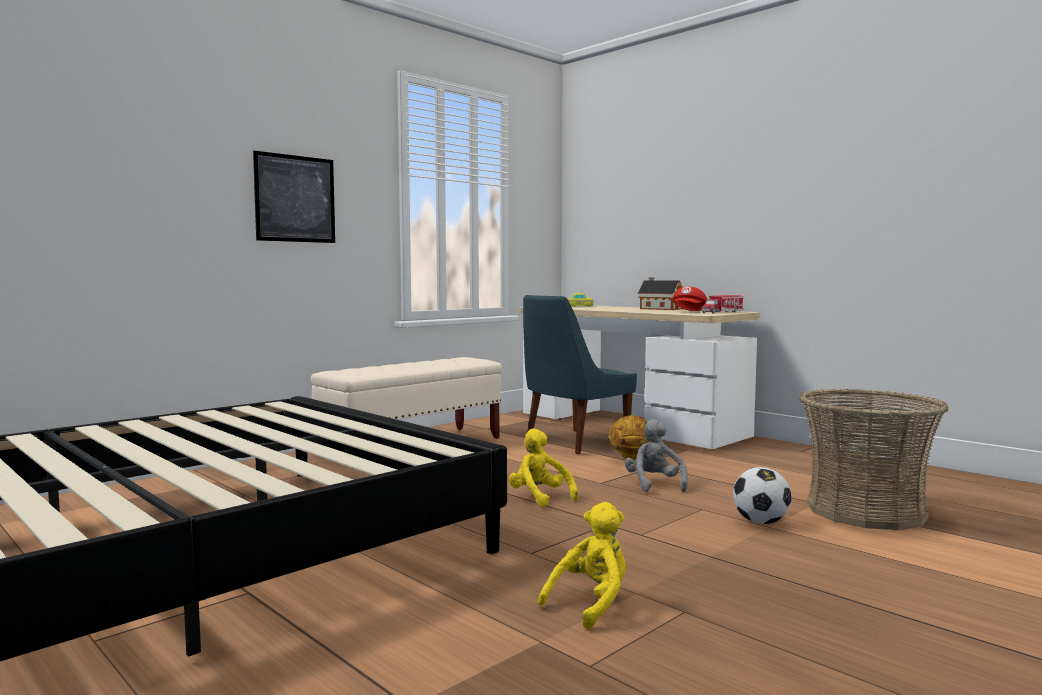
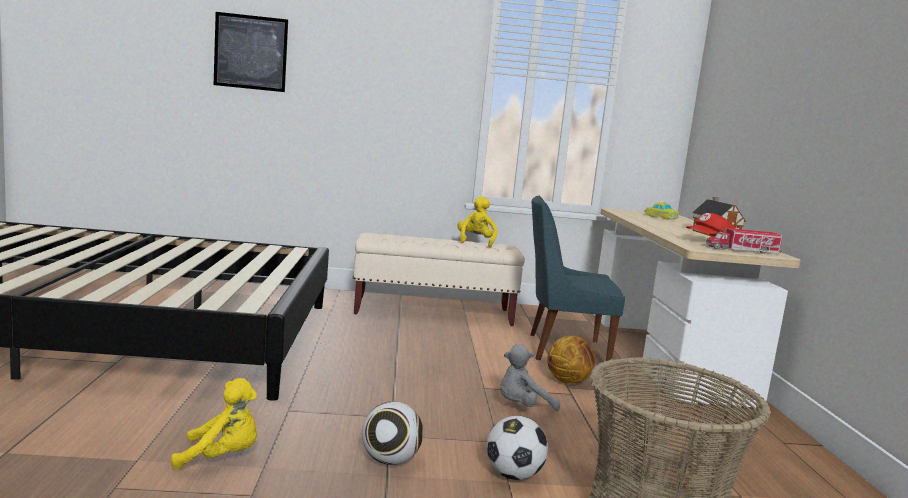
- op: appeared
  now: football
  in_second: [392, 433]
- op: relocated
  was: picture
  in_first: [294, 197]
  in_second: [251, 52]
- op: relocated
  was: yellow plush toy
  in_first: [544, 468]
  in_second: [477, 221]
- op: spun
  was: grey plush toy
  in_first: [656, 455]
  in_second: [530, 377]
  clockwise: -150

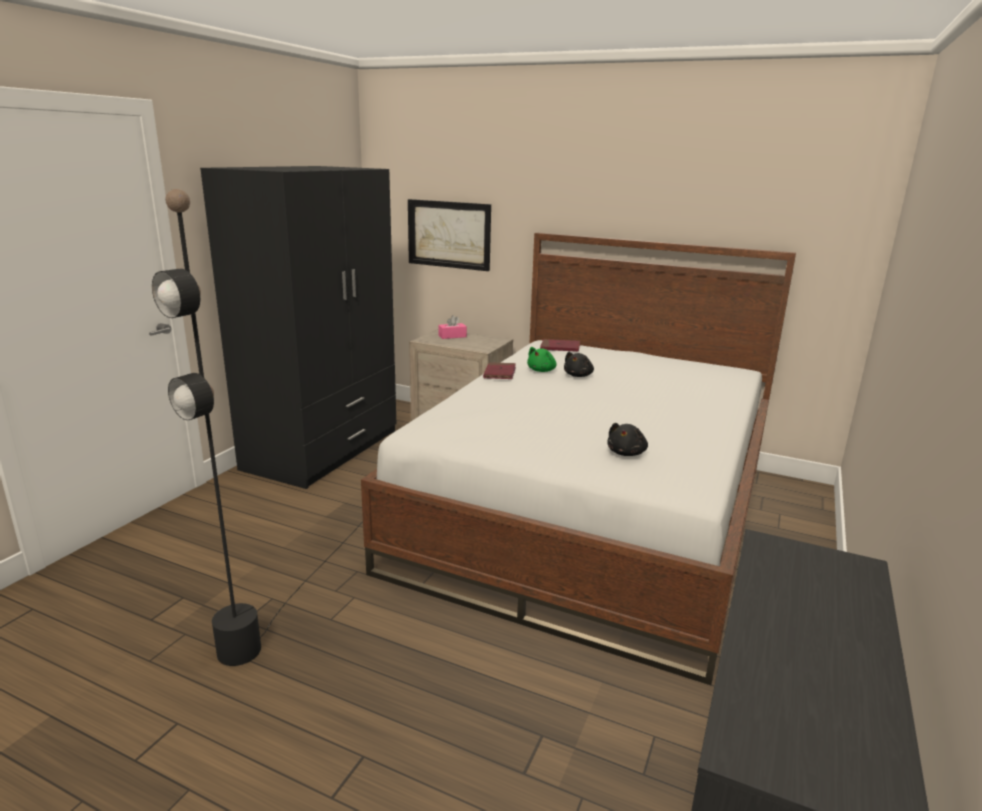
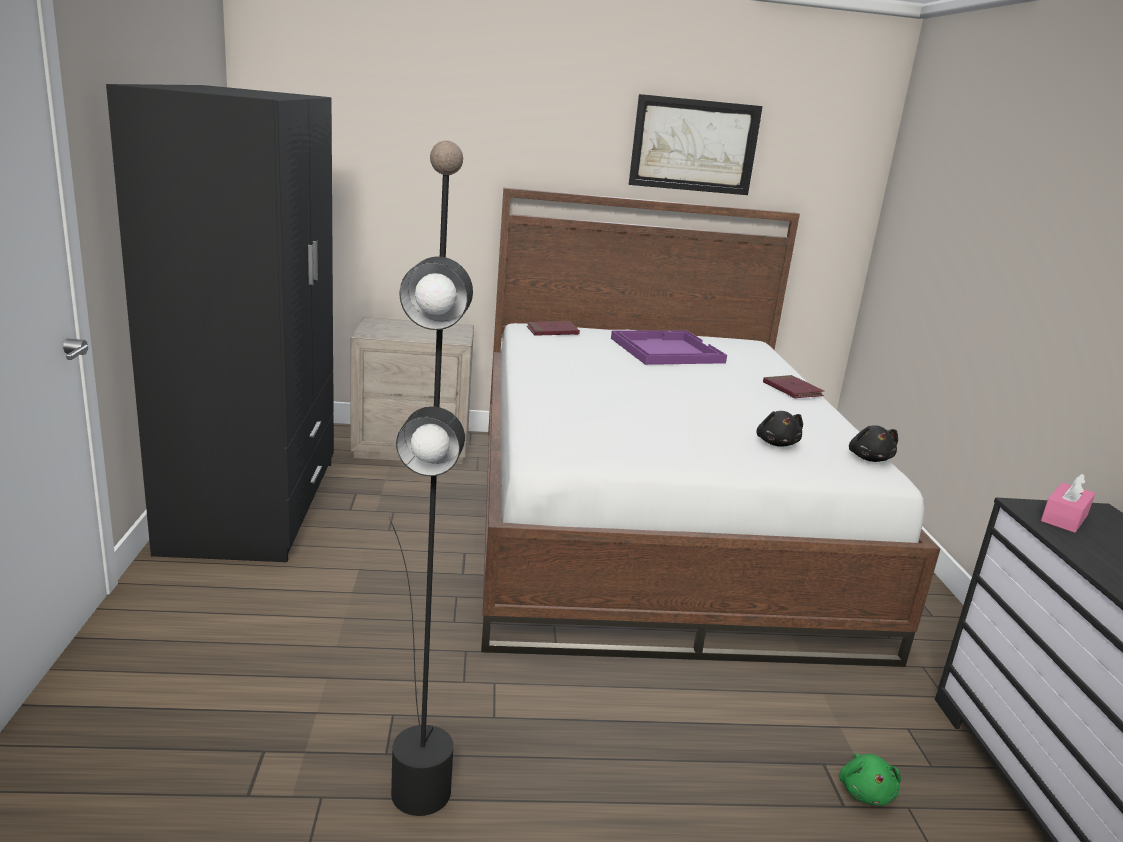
- op: appeared
  now: purple tray
  in_second: [669, 347]
- op: relocated
  was: picture
  in_first: [449, 235]
  in_second: [696, 144]
- op: relocated
  was: pink tissue box
  in_first: [452, 327]
  in_second: [1068, 503]
- op: relocated
  was: red book
  in_first: [499, 370]
  in_second: [793, 386]
- op: relocated
  was: green plush toy
  in_first: [542, 359]
  in_second: [870, 779]
- op: relocated
  was: black plush toy
  in_first: [579, 364]
  in_second: [873, 443]

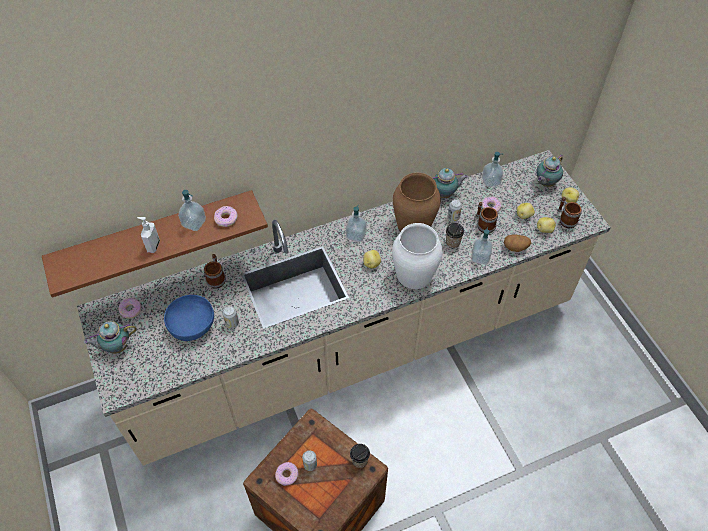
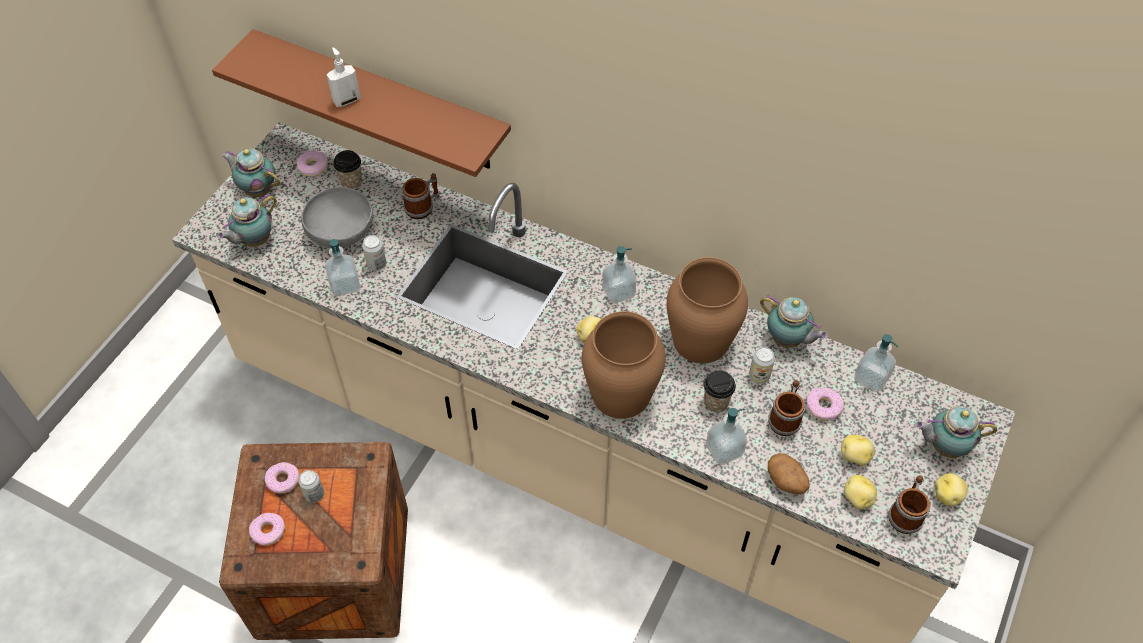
- op: appeared
  now: teapot
  in_second: [247, 220]
- op: relocated
  was: soap dispenser
  in_first: [192, 210]
  in_second: [342, 267]
- op: relocated
  was: donut
  in_first: [226, 216]
  in_second: [267, 529]
- op: relocated
  was: cup
  in_first: [360, 456]
  in_second: [347, 169]
- op: colour
  was: blue bowl
  now: grey bowl
  in_first: [189, 318]
  in_second: [337, 217]
- op: colour
  was: white vase
  now: brown vase
  in_first: [417, 256]
  in_second: [624, 365]

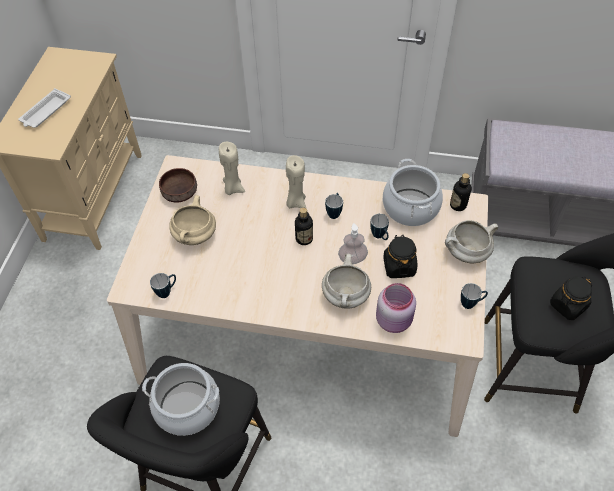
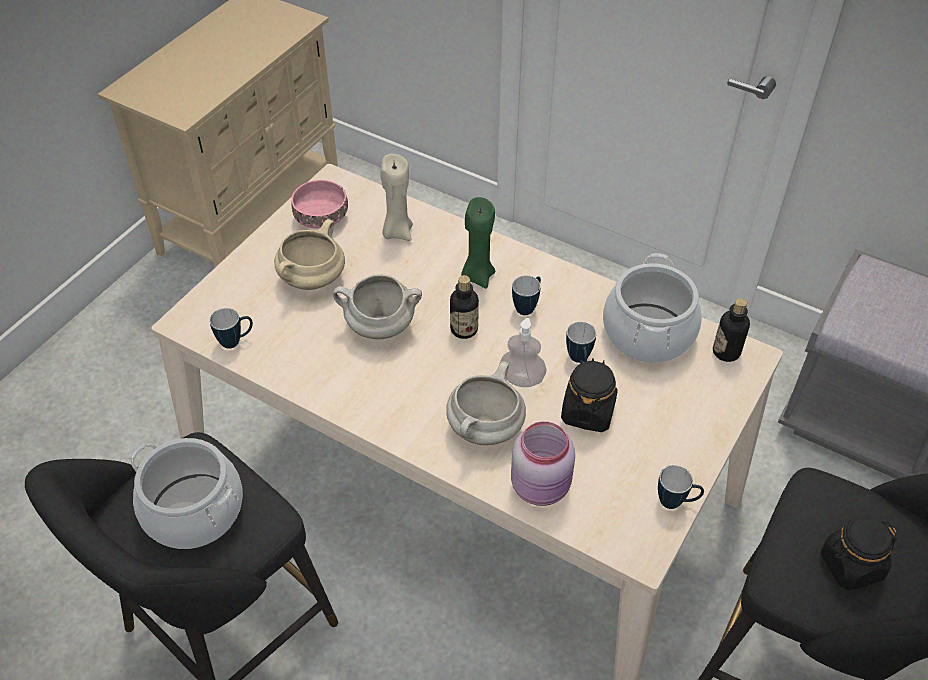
- op: missing
  was: white tray
  in_first: [44, 108]
- op: relocated
  was: white cooking pot
  in_first: [472, 241]
  in_second: [377, 306]
- op: colour
  was: brown bowl
  now: pink bowl
  in_first: [178, 185]
  in_second: [319, 204]
- op: colour
  was: beige candle
  now: green candle
  in_first: [296, 181]
  in_second: [478, 243]

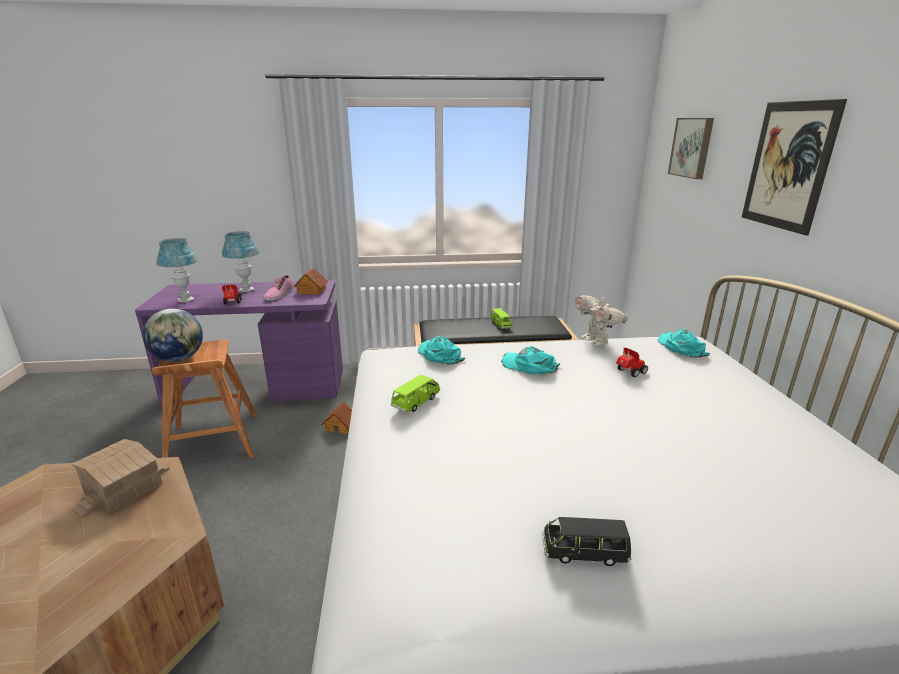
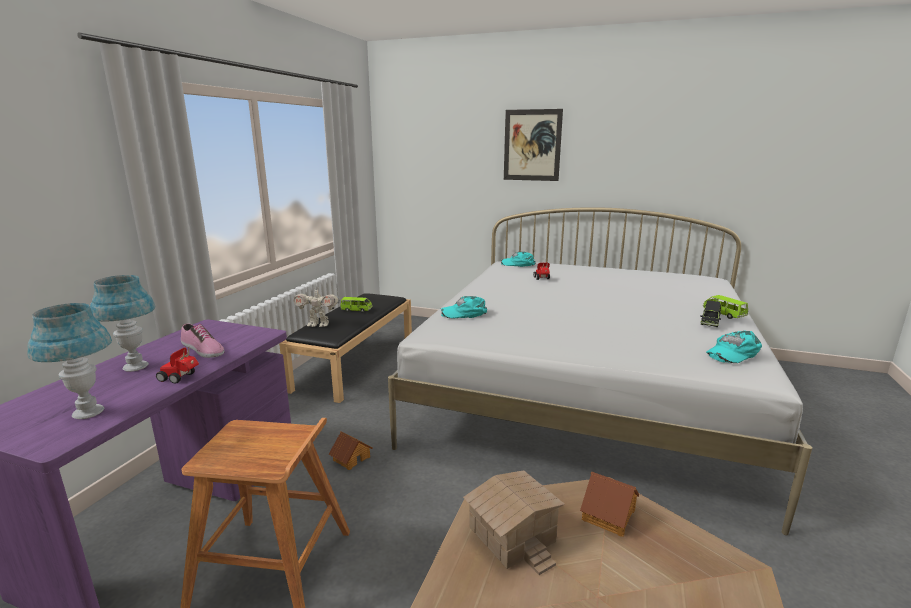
- op: missing
  was: globe
  in_first: [173, 335]
- op: missing
  was: picture
  in_first: [691, 148]
- op: relocated
  was: toy house
  in_first: [310, 281]
  in_second: [609, 504]
- op: relocated
  was: green toy car
  in_first: [415, 394]
  in_second: [725, 307]
- op: relocated
  was: turquoise cap
  in_first: [530, 360]
  in_second: [734, 346]
- op: relocated
  was: toy robot
  in_first: [601, 319]
  in_second: [317, 306]

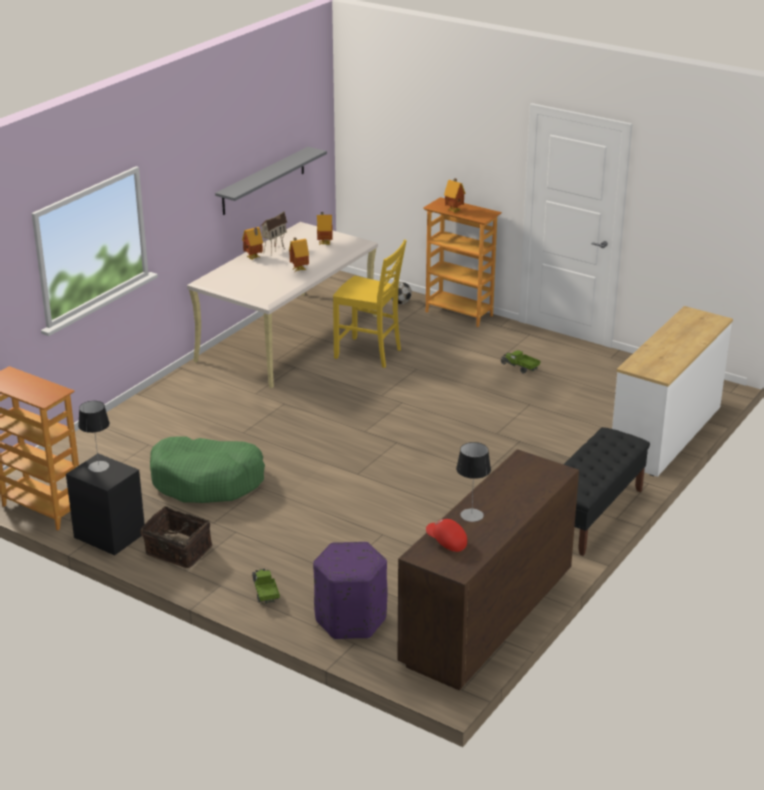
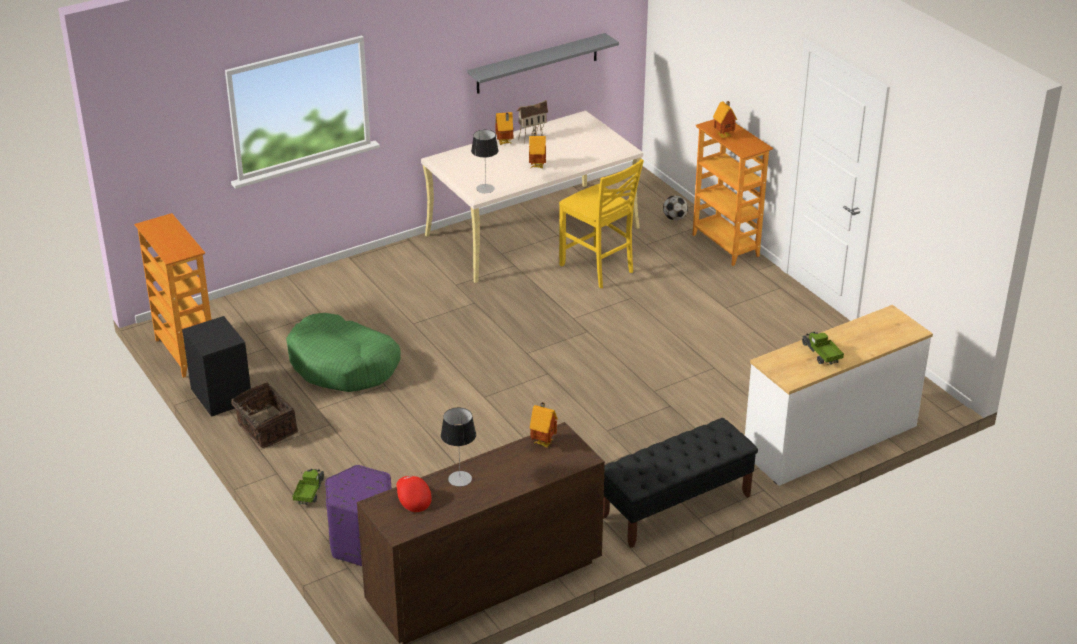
- op: relocated
  was: table lamp
  in_first: [94, 436]
  in_second: [484, 161]
- op: relocated
  was: toy house
  in_first: [325, 228]
  in_second: [544, 425]
- op: relocated
  was: toy truck
  in_first: [520, 361]
  in_second: [823, 348]

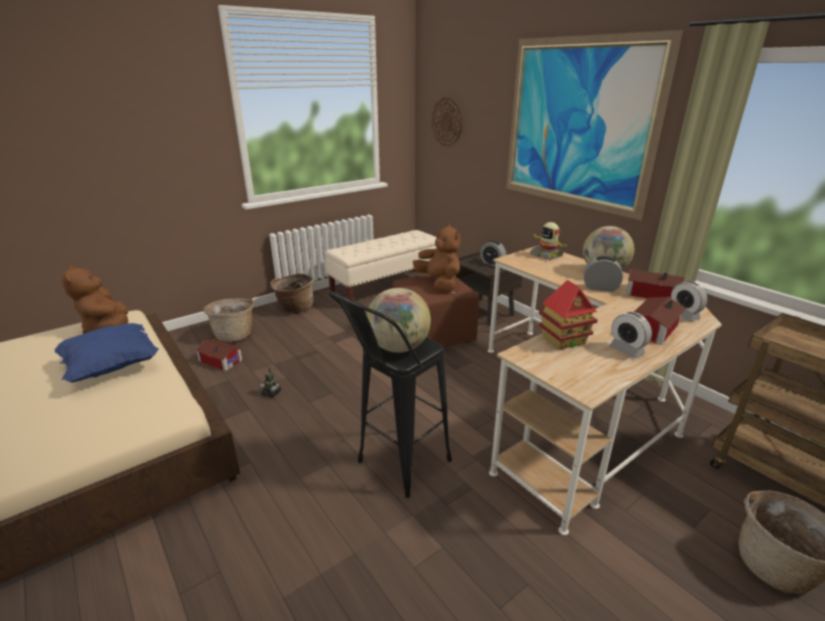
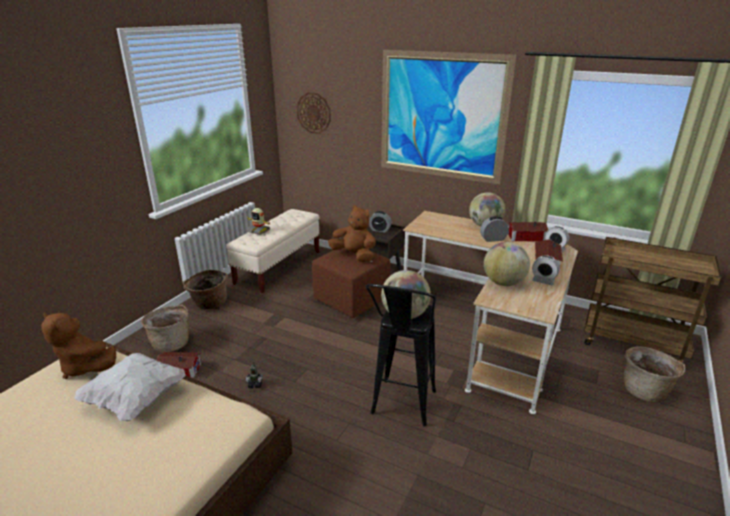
- op: relocated
  was: toy robot
  in_first: [548, 241]
  in_second: [258, 221]
- op: exchanged
  was: toy house
  now: globe
  in_first: [568, 315]
  in_second: [507, 264]
- op: colour
  was: blue pillow
  now: white pillow
  in_first: [107, 352]
  in_second: [130, 387]

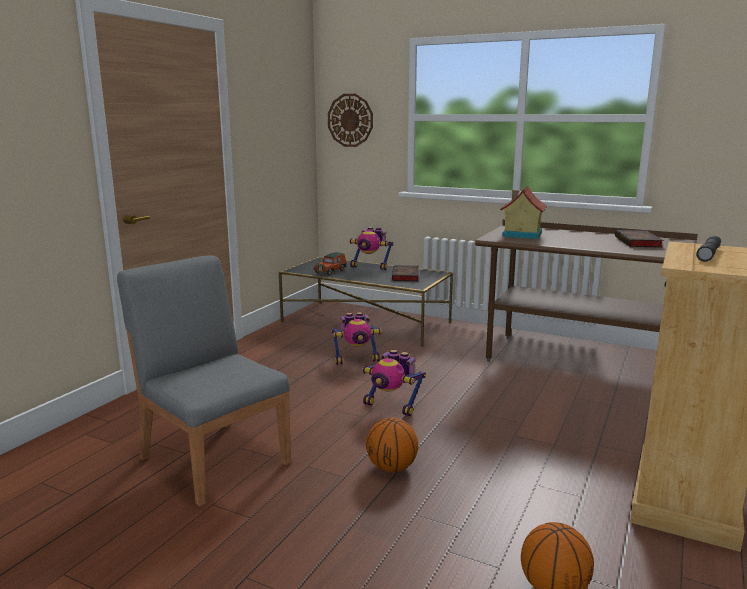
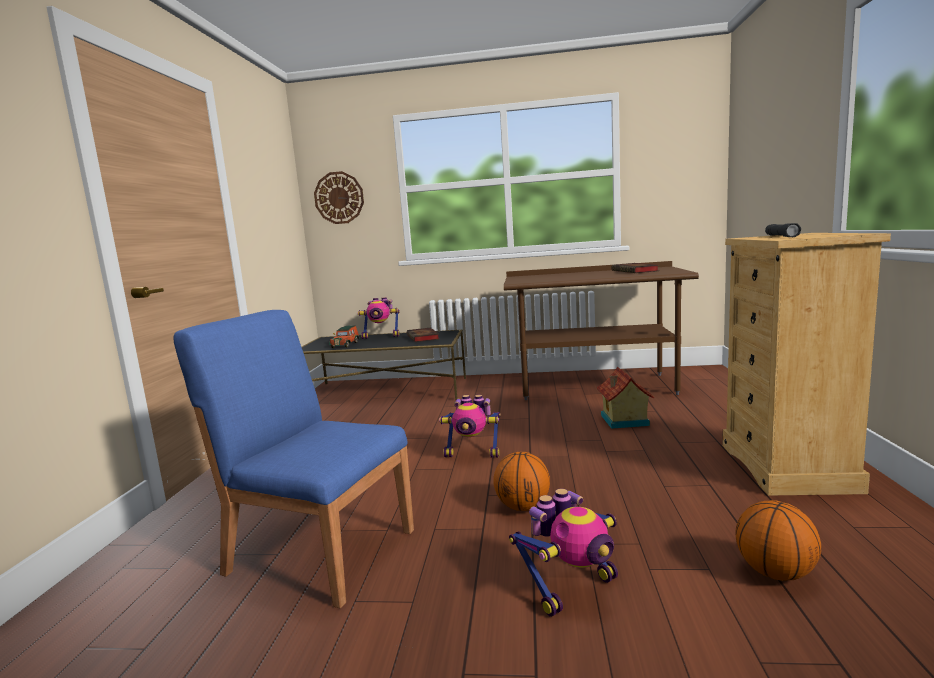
- op: relocated
  was: toy robot
  in_first: [356, 338]
  in_second: [563, 552]
- op: relocated
  was: toy house
  in_first: [523, 212]
  in_second: [625, 397]
- op: colour
  was: grey chair
  now: blue chair
  in_first: [204, 381]
  in_second: [293, 459]

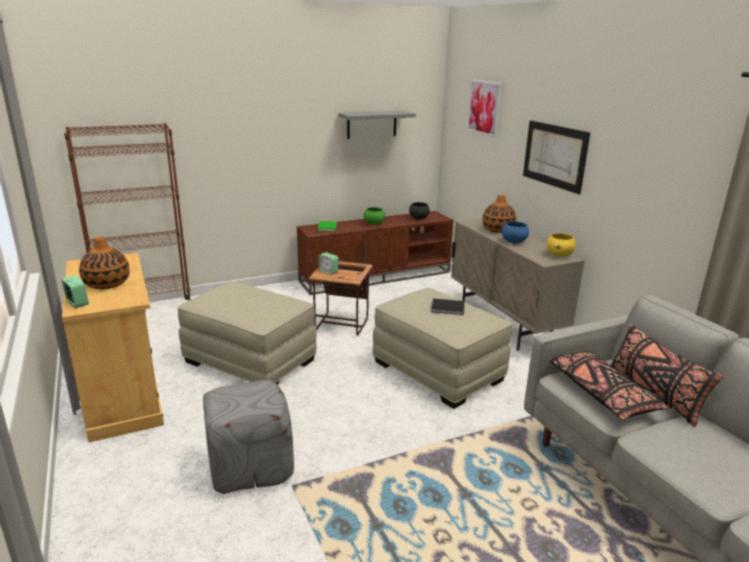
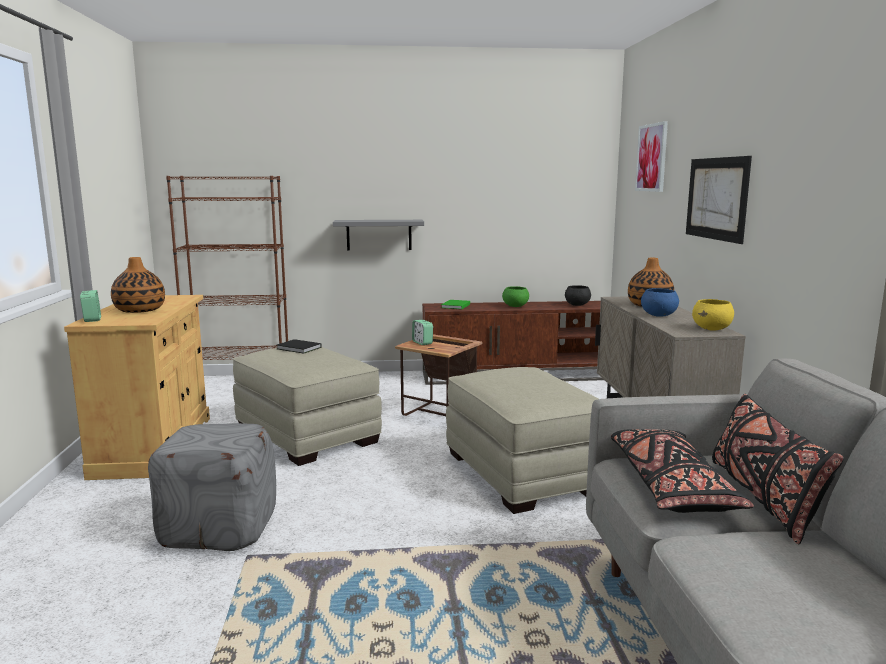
- op: relocated
  was: grey shelf
  in_first: [377, 125]
  in_second: [378, 235]
- op: relocated
  was: black book
  in_first: [448, 306]
  in_second: [299, 346]

